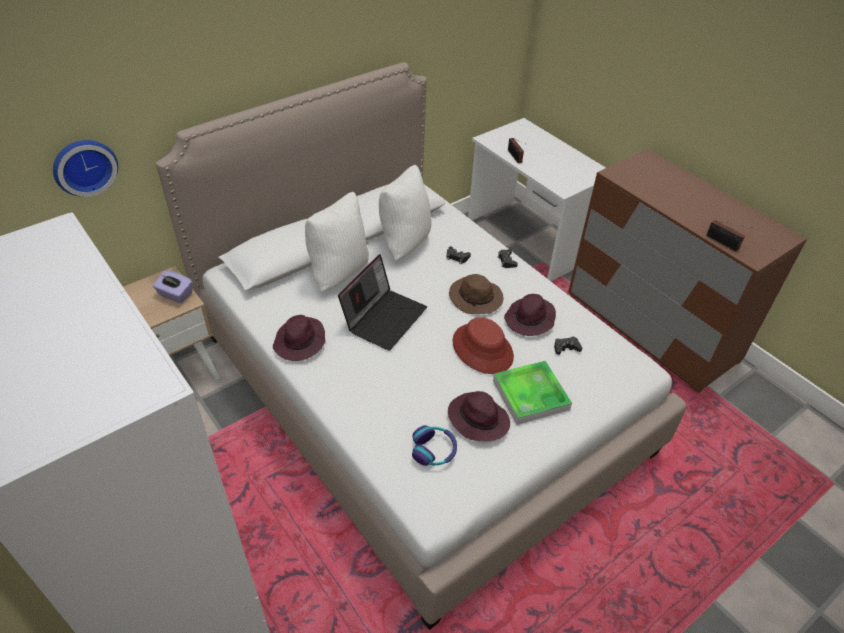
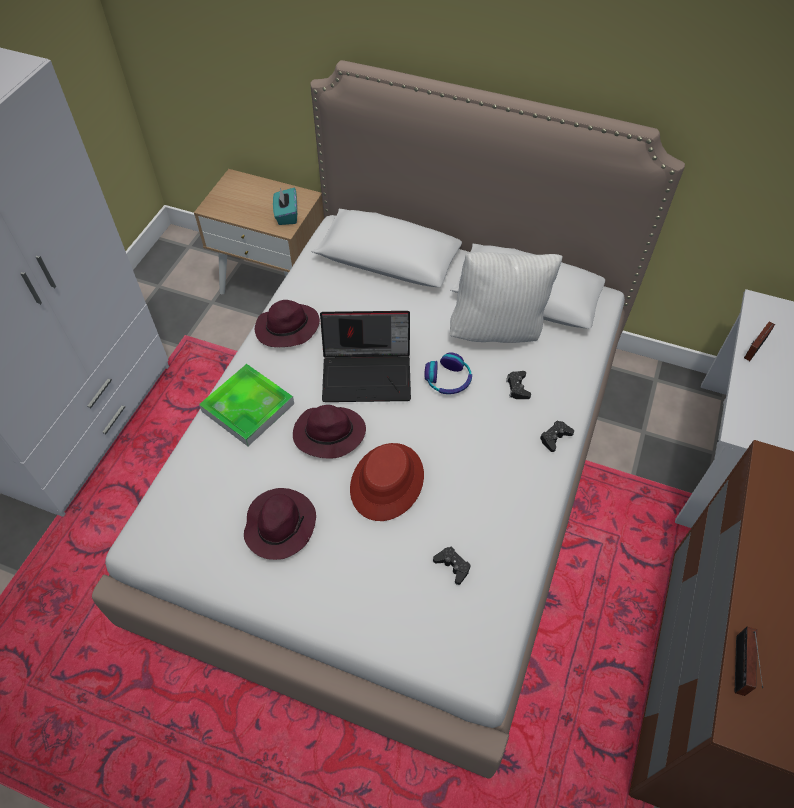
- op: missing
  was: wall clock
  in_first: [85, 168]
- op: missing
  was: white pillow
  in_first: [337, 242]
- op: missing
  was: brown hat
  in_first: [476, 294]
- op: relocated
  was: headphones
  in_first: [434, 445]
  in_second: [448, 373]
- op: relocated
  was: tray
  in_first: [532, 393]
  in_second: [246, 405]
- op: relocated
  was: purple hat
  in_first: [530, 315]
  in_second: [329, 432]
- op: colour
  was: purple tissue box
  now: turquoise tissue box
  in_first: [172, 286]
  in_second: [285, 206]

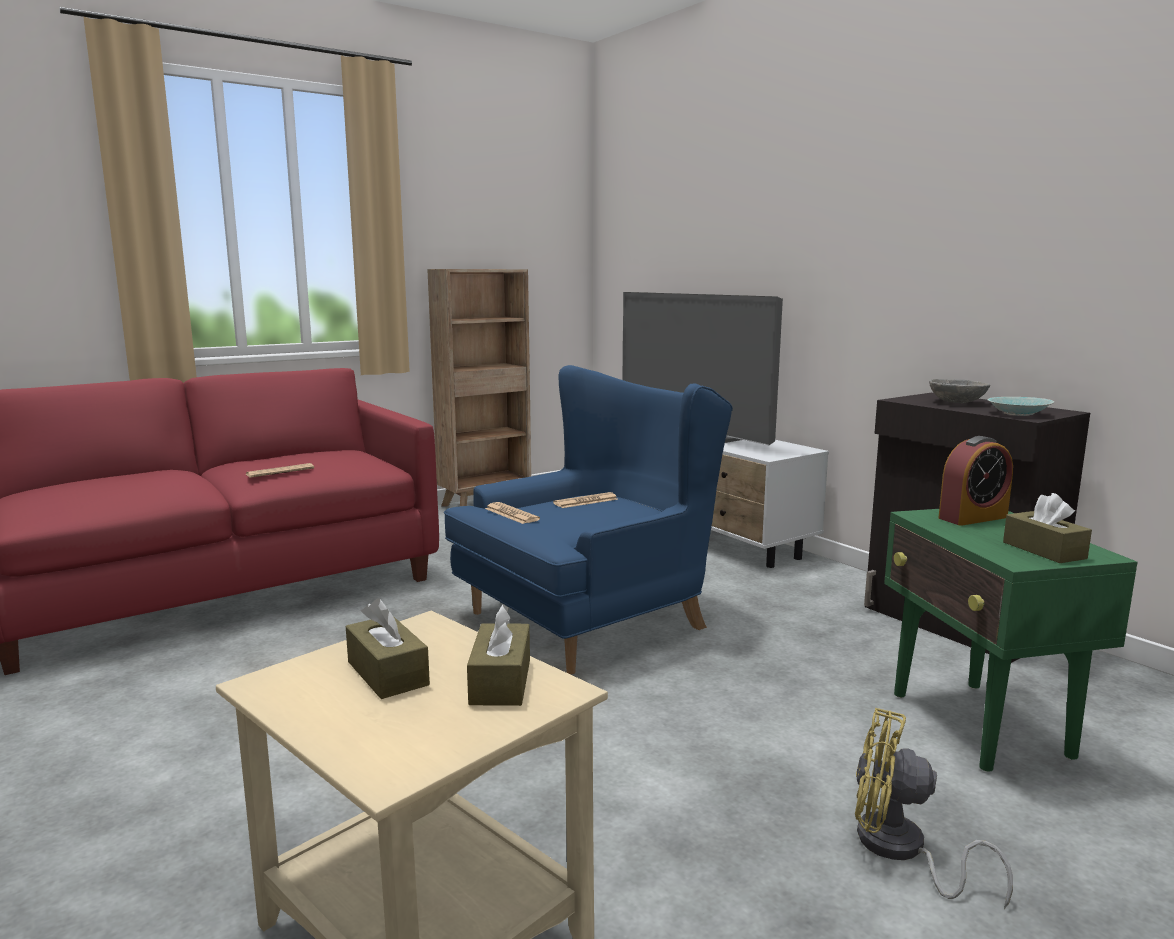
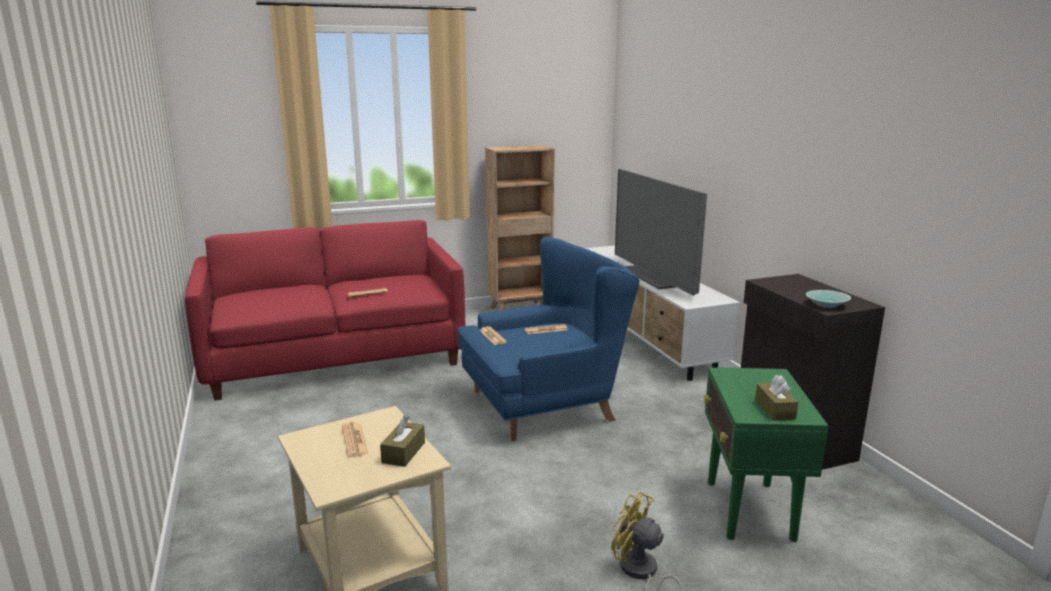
- op: missing
  was: grey bowl
  in_first: [959, 391]
- op: missing
  was: alarm clock
  in_first: [975, 481]
- op: exchanged
  was: brown tissue box
  now: newspaper
  in_first: [388, 648]
  in_second: [355, 440]

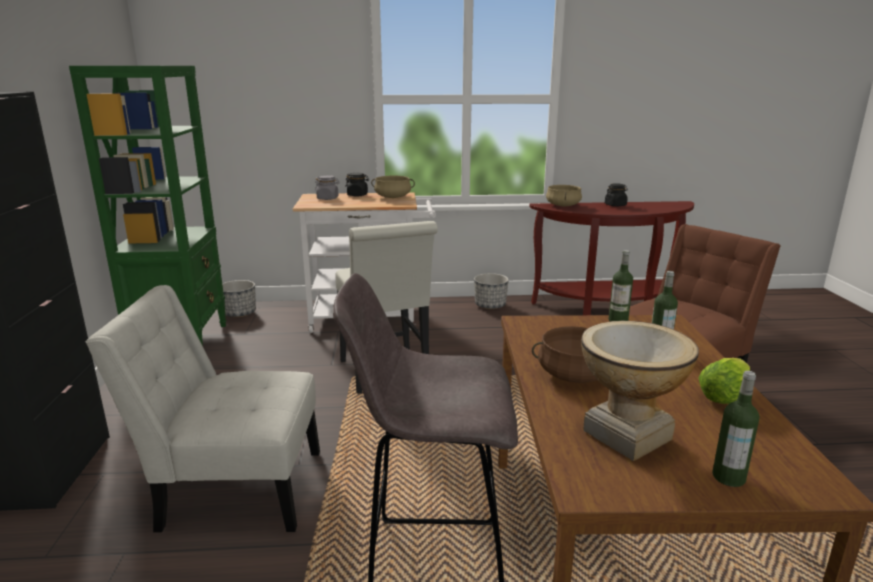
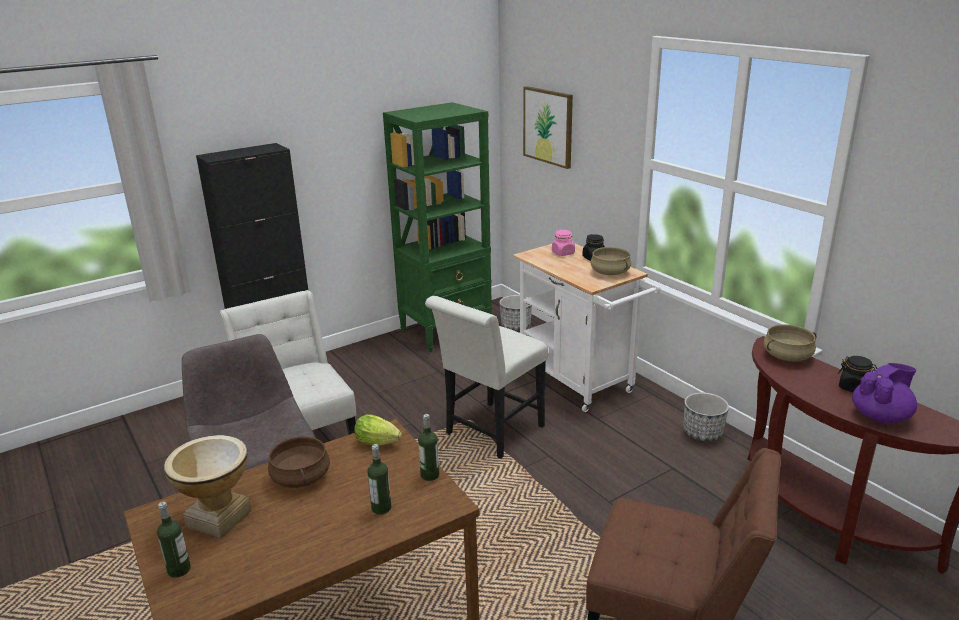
- op: appeared
  now: picture
  in_second: [548, 127]
- op: appeared
  now: purple teapot
  in_second: [884, 393]
- op: relocated
  was: lettuce
  in_first: [724, 381]
  in_second: [378, 429]
- op: colour
  was: grey jar
  now: pink jar
  in_first: [327, 187]
  in_second: [563, 243]

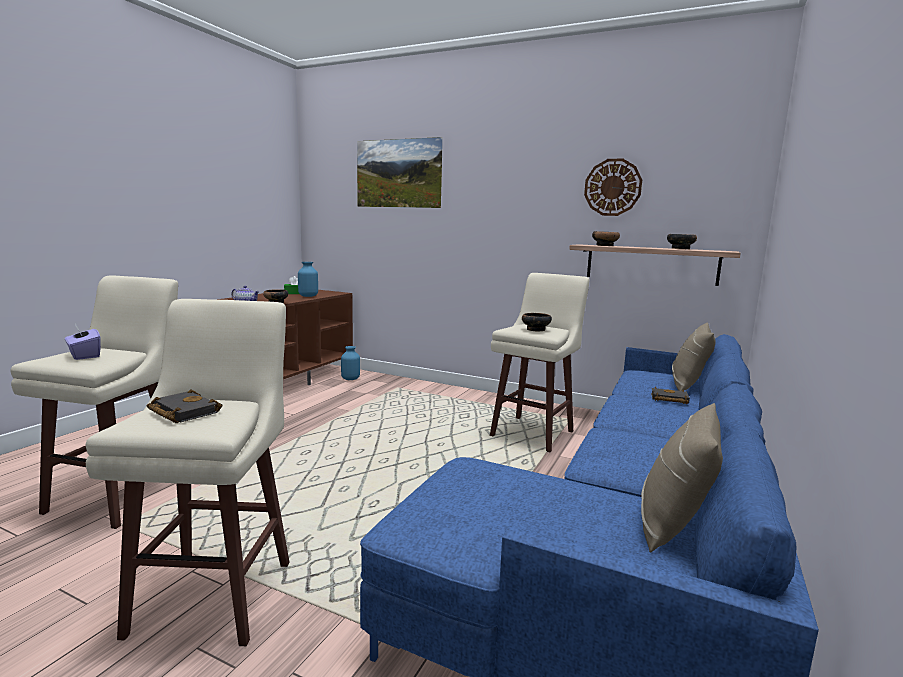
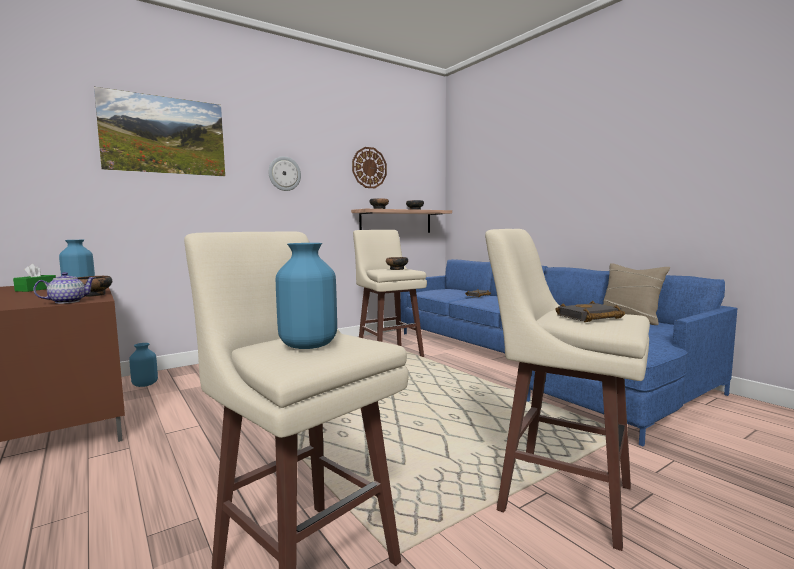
- op: missing
  was: beige pillow
  in_first: [694, 356]
- op: appeared
  now: wall clock
  in_second: [284, 173]
- op: exchanged
  was: purple tissue box
  now: blue vase
  in_first: [83, 341]
  in_second: [306, 296]

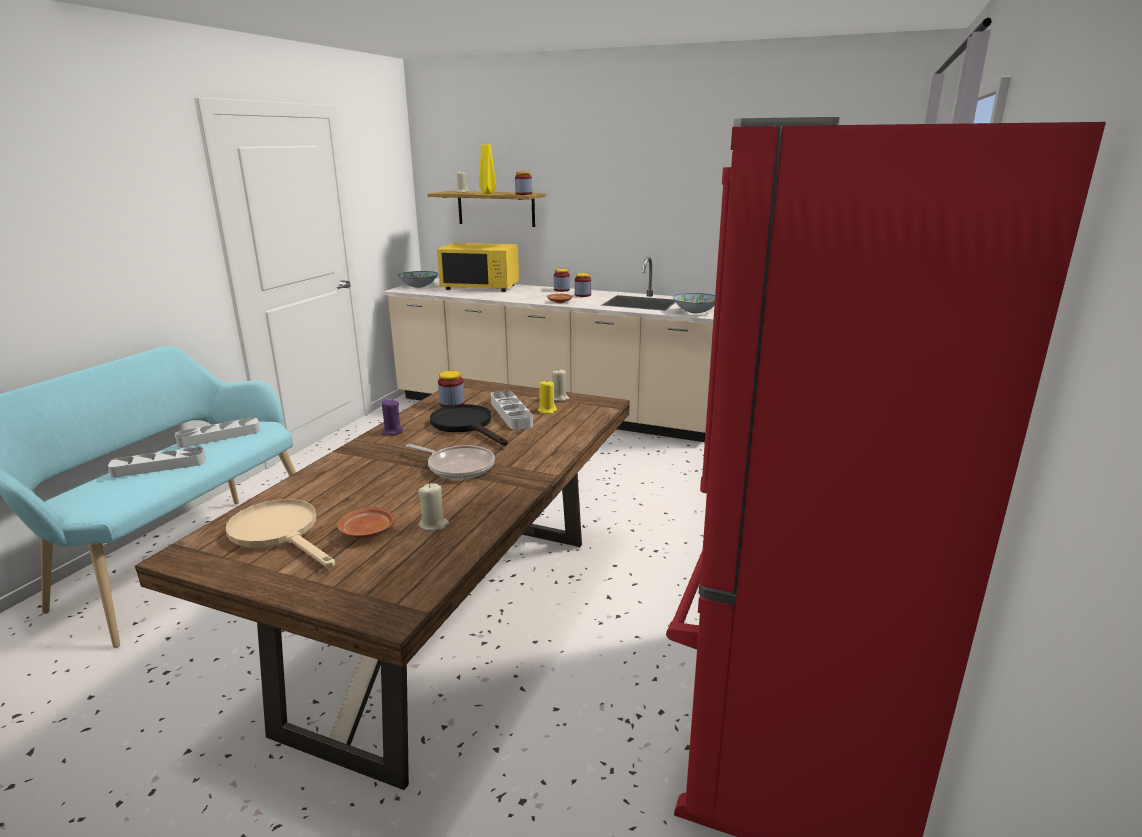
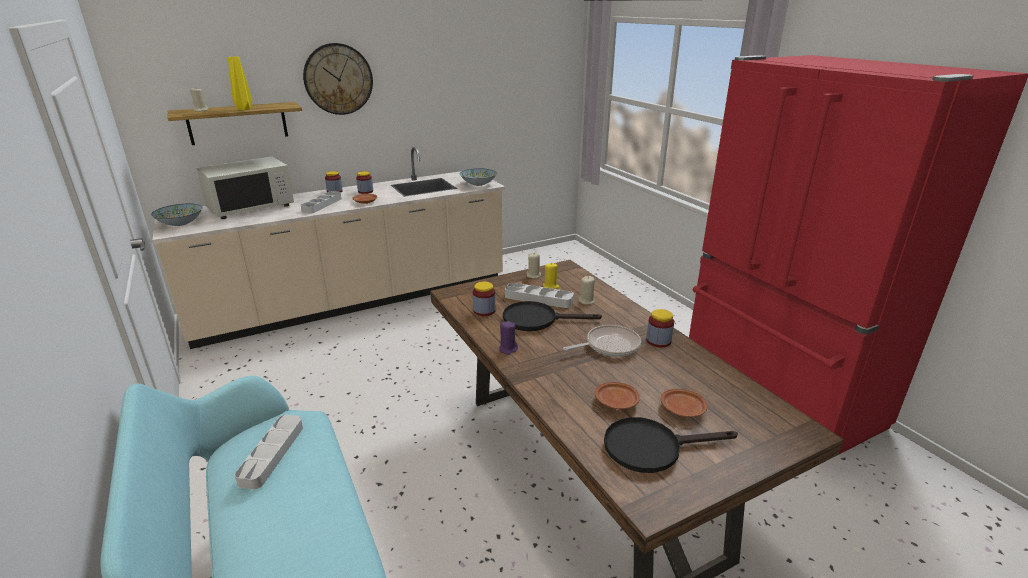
- op: appeared
  now: wall clock
  in_second: [338, 79]
- op: appeared
  now: brown plate
  in_second: [617, 395]
- op: relocated
  was: grey tray
  in_first: [157, 462]
  in_second: [321, 202]
- op: relocated
  was: beige candle
  in_first: [433, 507]
  in_second: [586, 290]
- op: relocated
  was: jar
  in_first: [523, 183]
  in_second: [660, 328]
- op: colour
  was: beige frying pan
  now: black frying pan
  in_first: [280, 533]
  in_second: [671, 445]
- op: colour
  was: yellow microwave
  now: white microwave
  in_first: [478, 267]
  in_second: [245, 187]

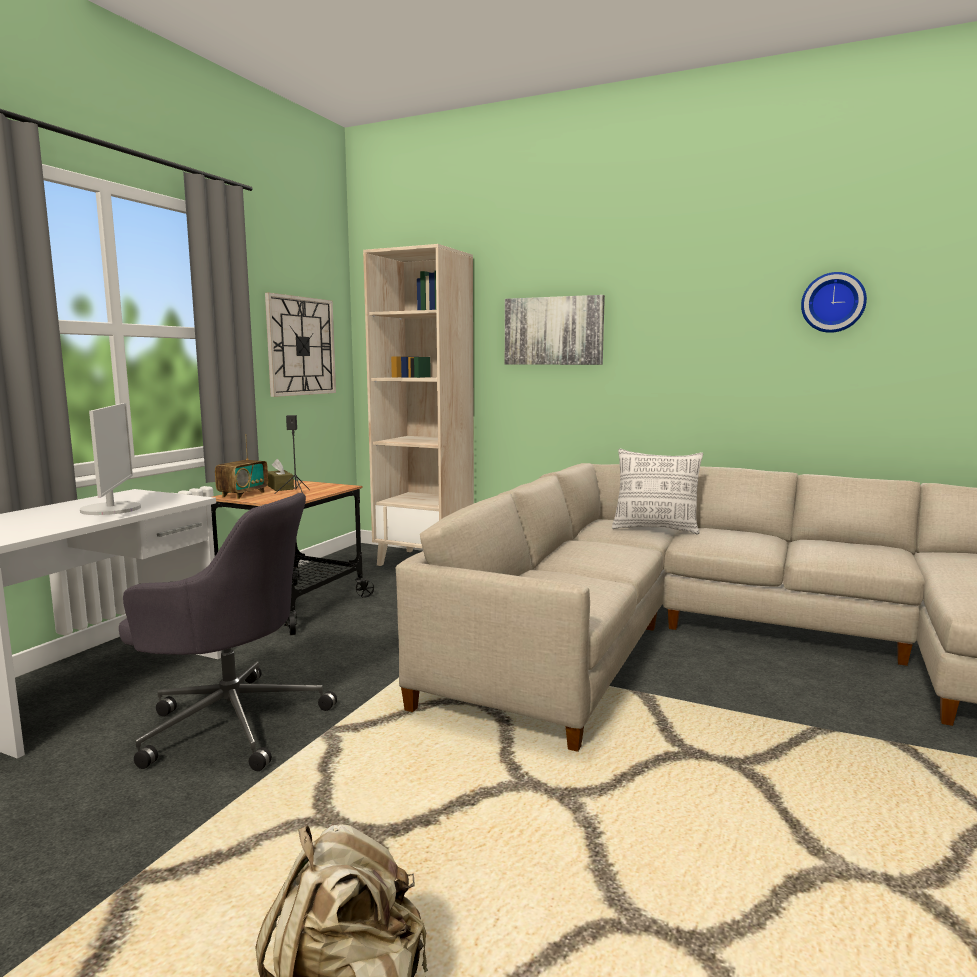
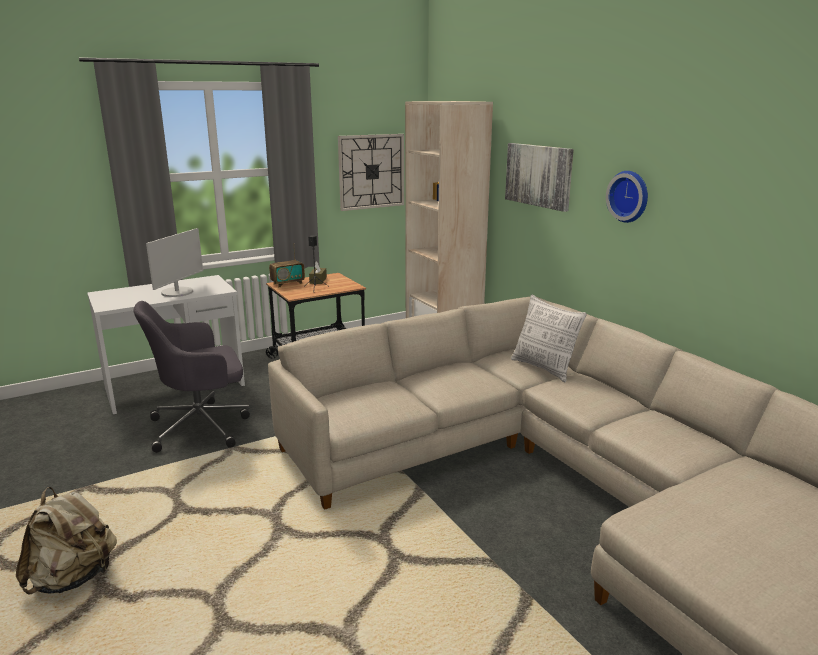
- op: relocated
  was: wall clock
  in_first: [834, 302]
  in_second: [627, 197]
- op: spun
  was: grey office chair
  in_first: [228, 632]
  in_second: [191, 377]
  clockwise: 105

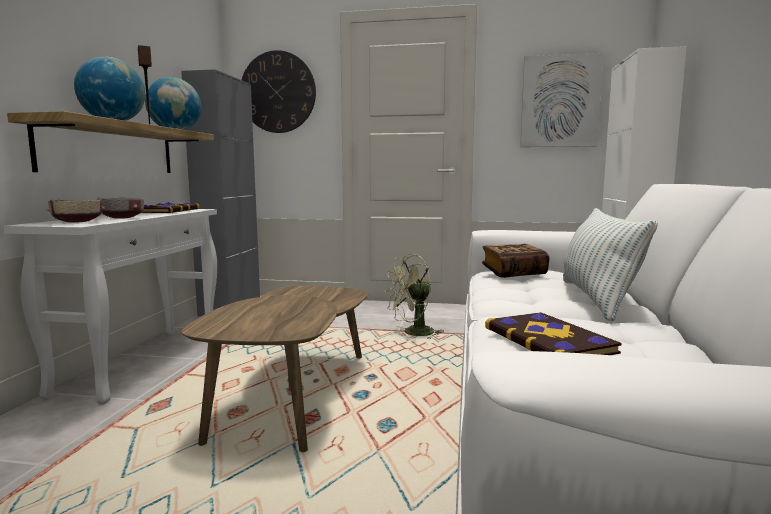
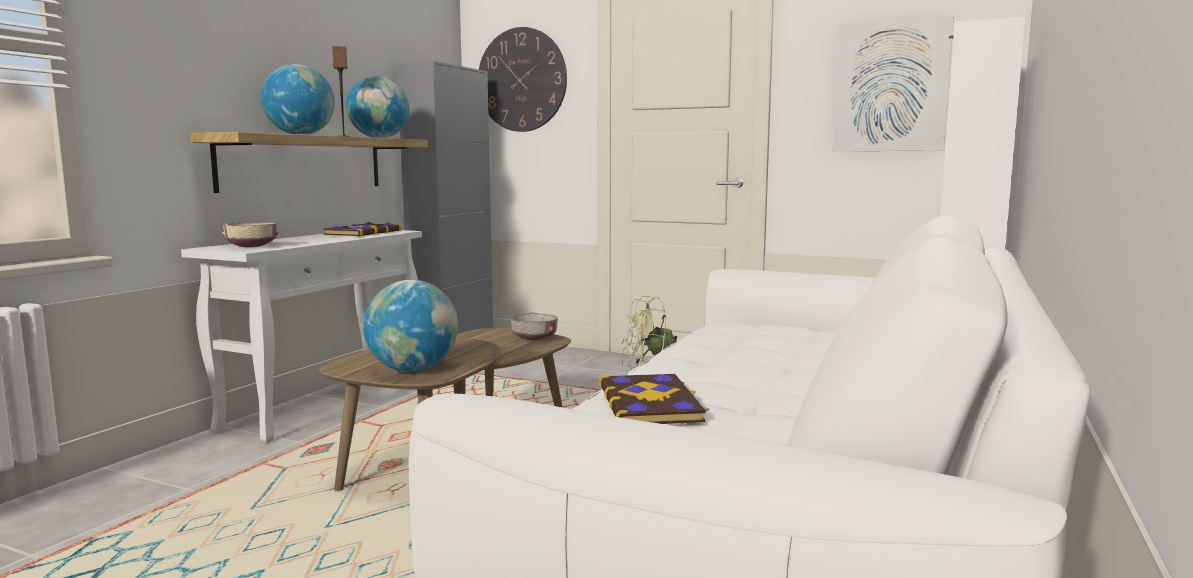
- op: missing
  was: book
  in_first: [515, 261]
- op: missing
  was: pillow
  in_first: [610, 264]
- op: appeared
  now: globe
  in_second: [410, 326]
- op: relocated
  was: grey bowl
  in_first: [120, 208]
  in_second: [534, 326]

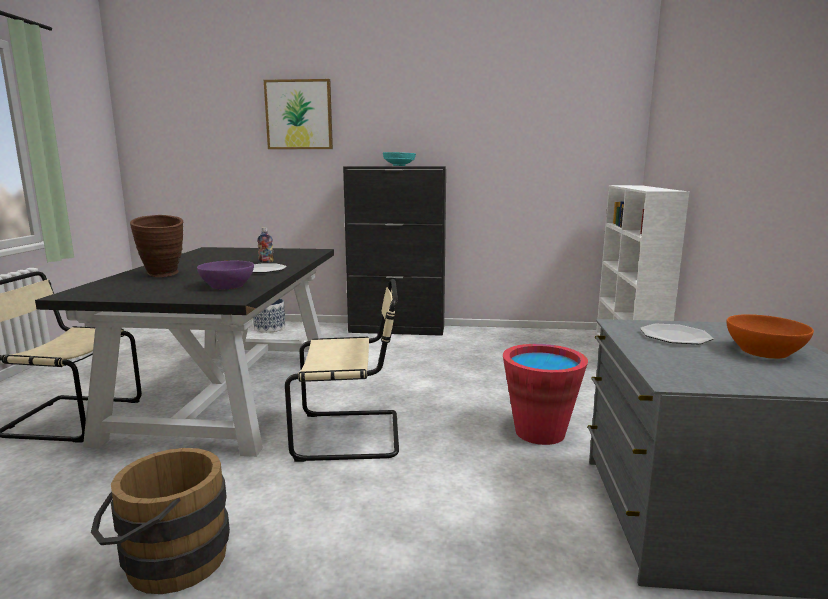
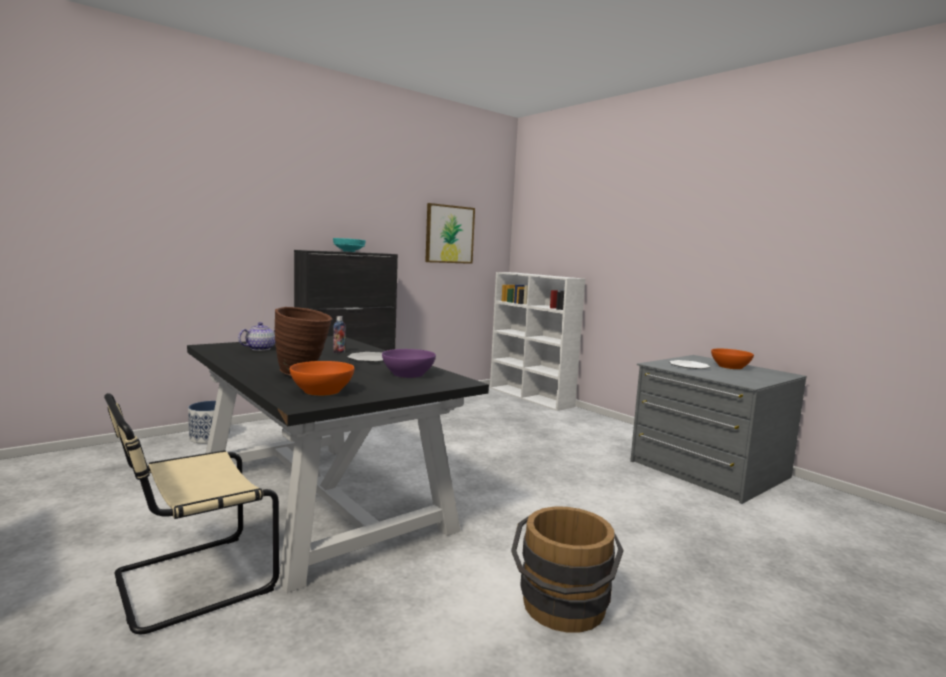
- op: missing
  was: beige chair
  in_first: [342, 370]
- op: missing
  was: red bucket
  in_first: [545, 394]
- op: appeared
  now: teapot
  in_second: [256, 336]
- op: appeared
  now: orange bowl
  in_second: [322, 378]
- op: relocated
  was: picture
  in_first: [298, 114]
  in_second: [450, 233]

